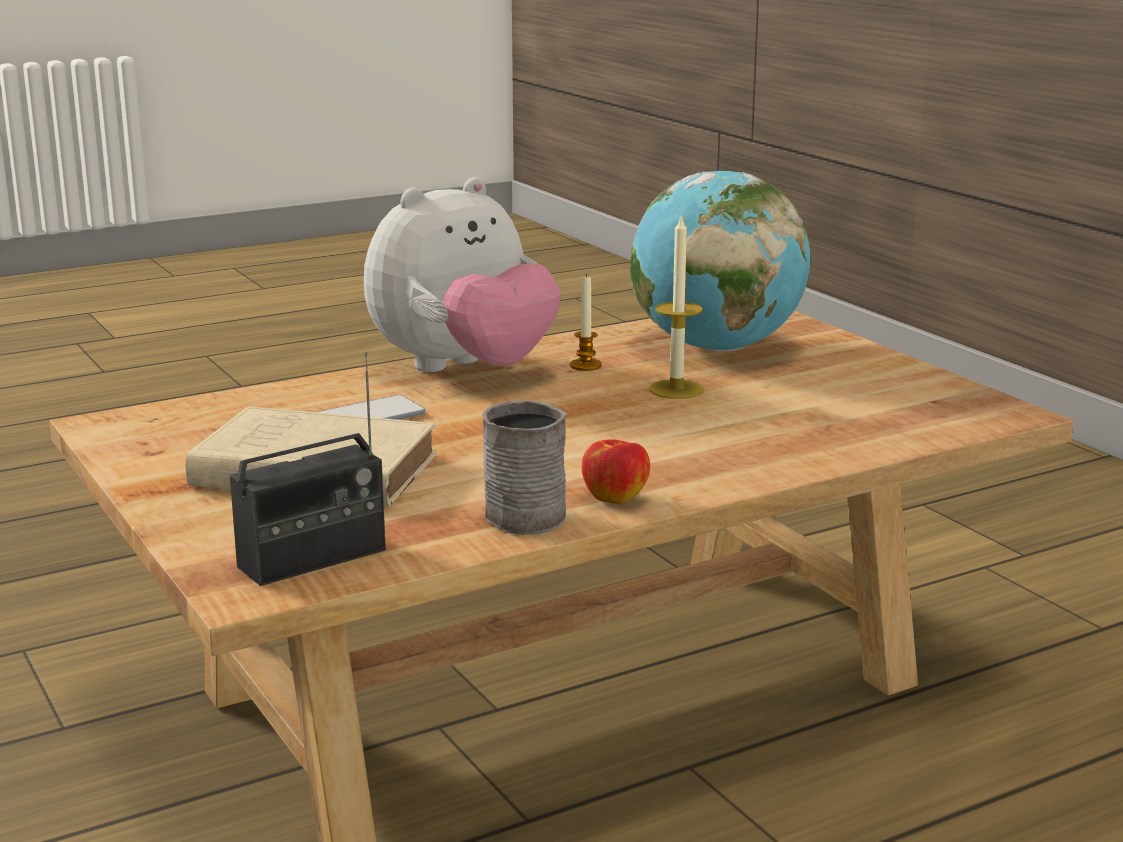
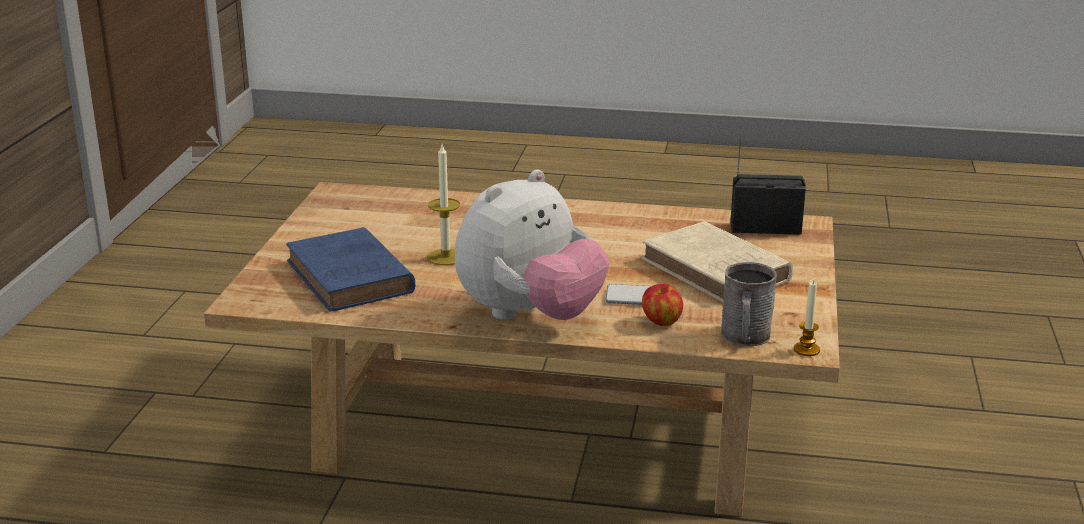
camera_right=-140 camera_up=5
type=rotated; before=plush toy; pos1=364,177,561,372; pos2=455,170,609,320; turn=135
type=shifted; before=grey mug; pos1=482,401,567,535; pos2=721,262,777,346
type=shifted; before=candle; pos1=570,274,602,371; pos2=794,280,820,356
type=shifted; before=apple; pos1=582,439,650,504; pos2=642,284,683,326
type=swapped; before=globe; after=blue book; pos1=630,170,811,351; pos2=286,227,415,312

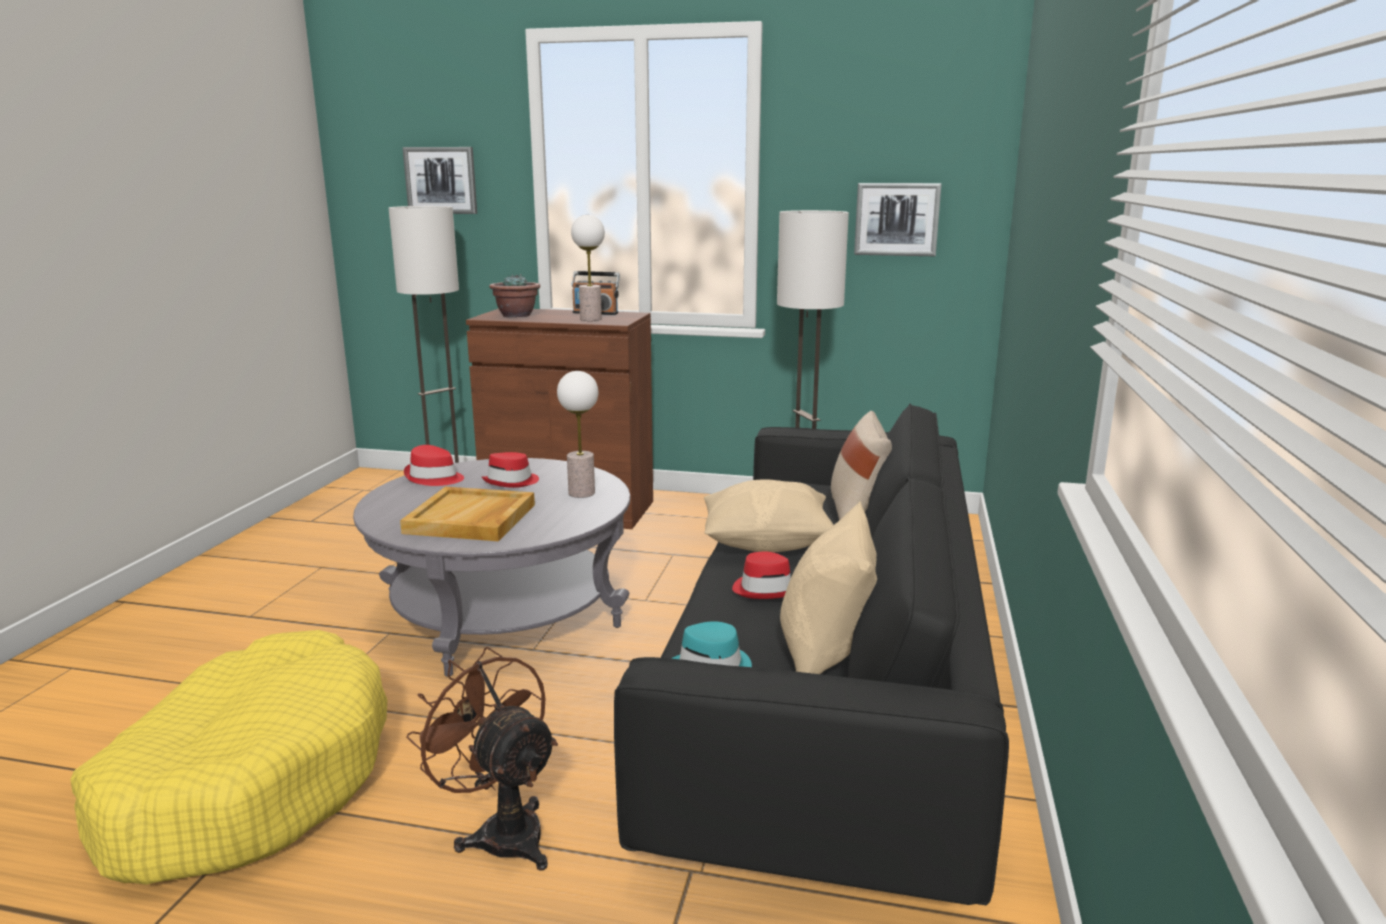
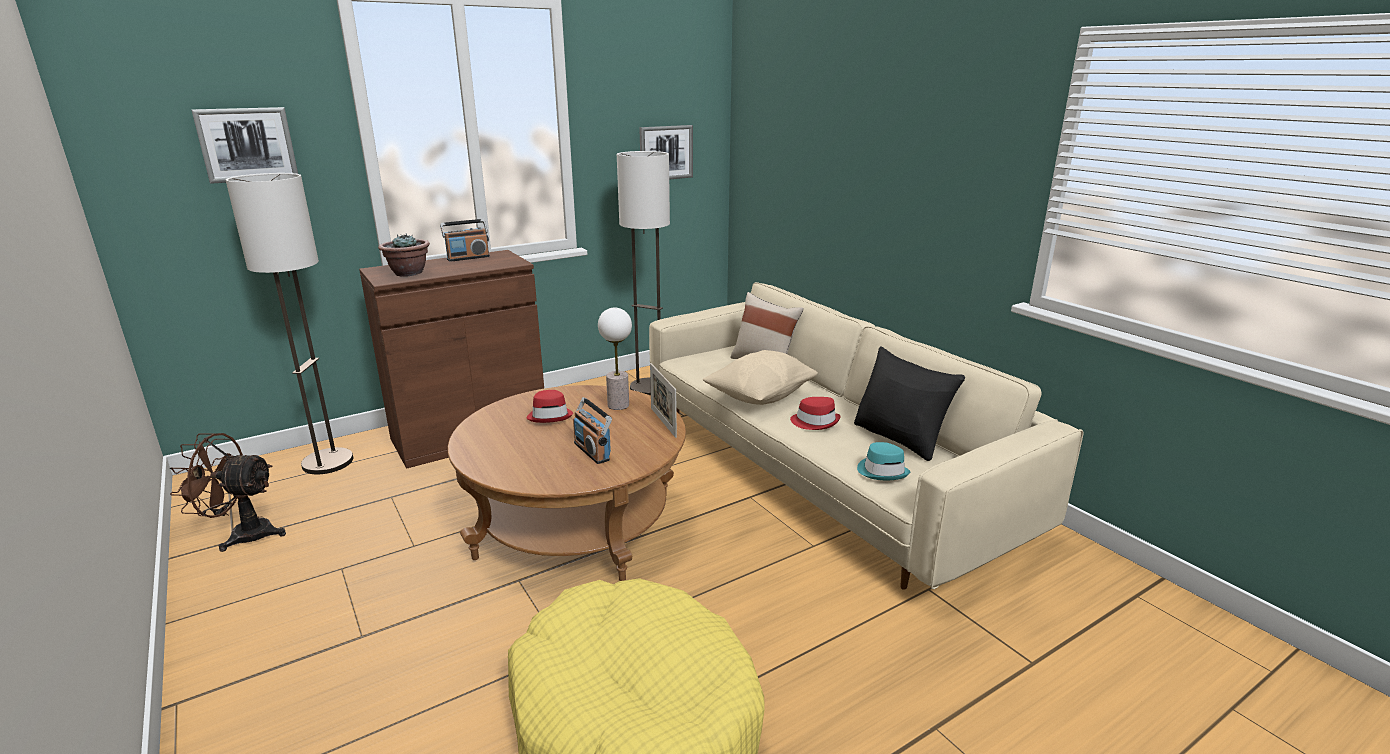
camera_right=-45 camera_up=5
type=repainted; before=grey coffee table; after=brown coffee table; pos1=353,458,631,677; pos2=448,385,686,581
type=swapped; before=beige tray; after=radio; pos1=400,487,535,541; pos2=573,398,612,464
type=gone; before=red hat; pos1=404,445,464,486
type=shifted; before=brown fan; pos1=406,647,558,871; pos2=170,433,286,552
type=gone; before=table lamp; pos1=571,215,605,321
type=repainted; before=black sofa; after=beige sofa; pos1=614,403,1009,905; pos2=649,282,1084,590
type=repainted; before=beige pillow; after=black pillow; pos1=780,502,877,674; pos2=854,346,965,461
type=new; after=picture frame; pos2=650,363,677,438

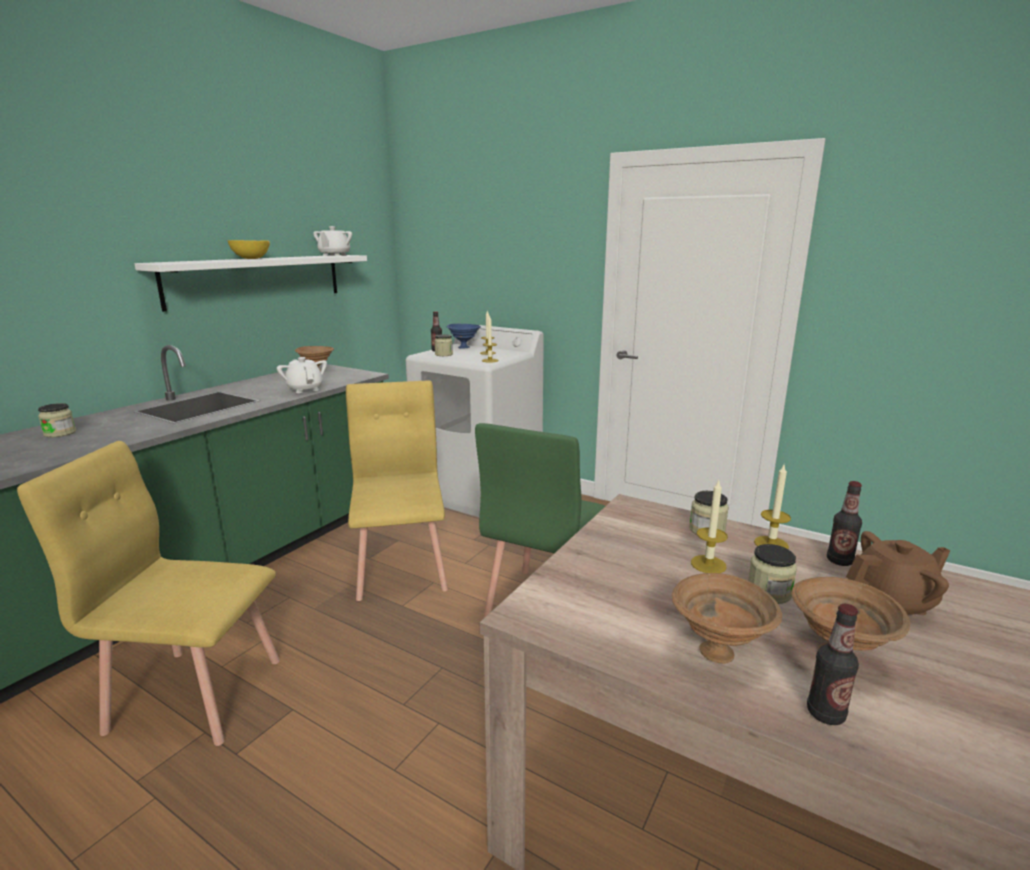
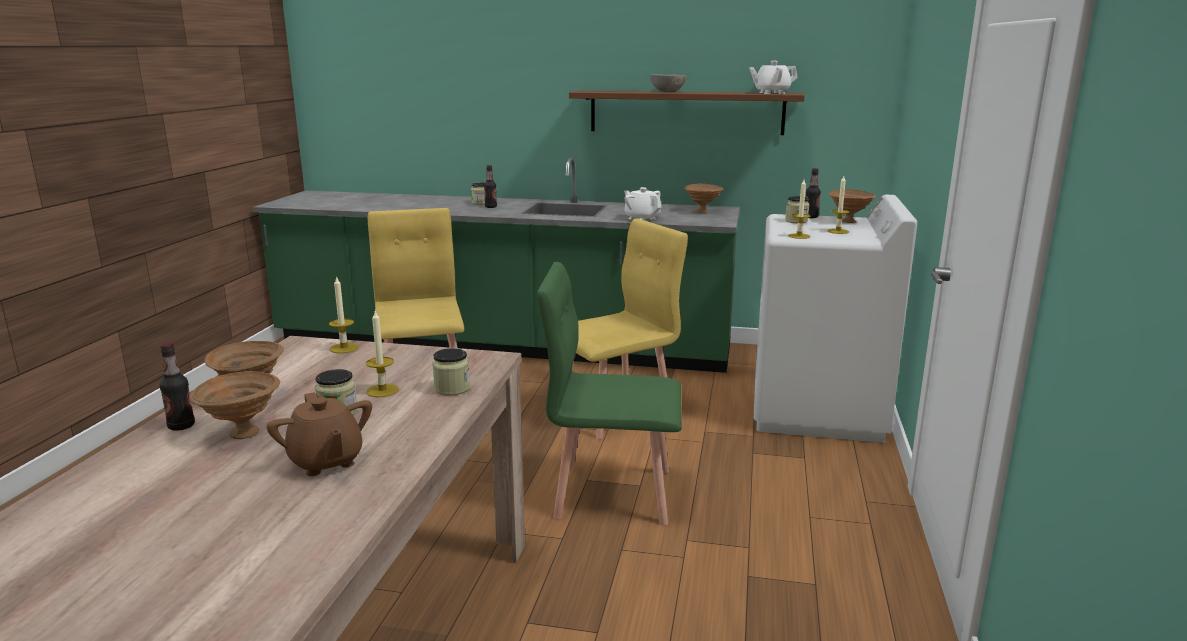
camera_right=70 camera_up=0
type=repainted; before=white shelf; after=brown shelf; pos1=134,255,367,312; pos2=569,90,805,135
type=repainted; before=yellow bowl; after=grey bowl; pos1=228,240,270,259; pos2=650,74,687,92
type=rotated; before=white teapot; pos1=277,357,327,393; pos2=624,187,661,221; turn=-75
type=repainted; before=blue bowl; after=brown bowl; pos1=446,324,481,349; pos2=828,189,877,223
type=shifted; before=candle; pos1=754,465,791,549; pos2=329,276,359,353
type=shifted; before=bottle; pos1=827,481,862,566; pos2=484,165,497,208

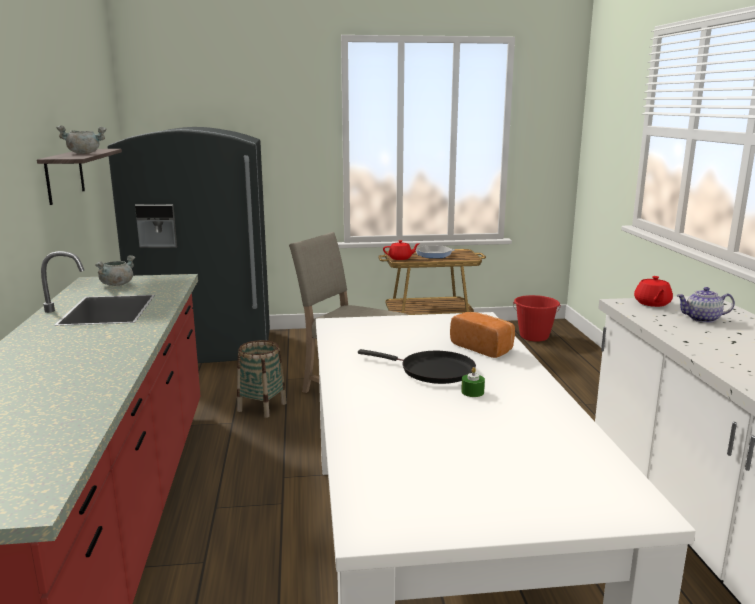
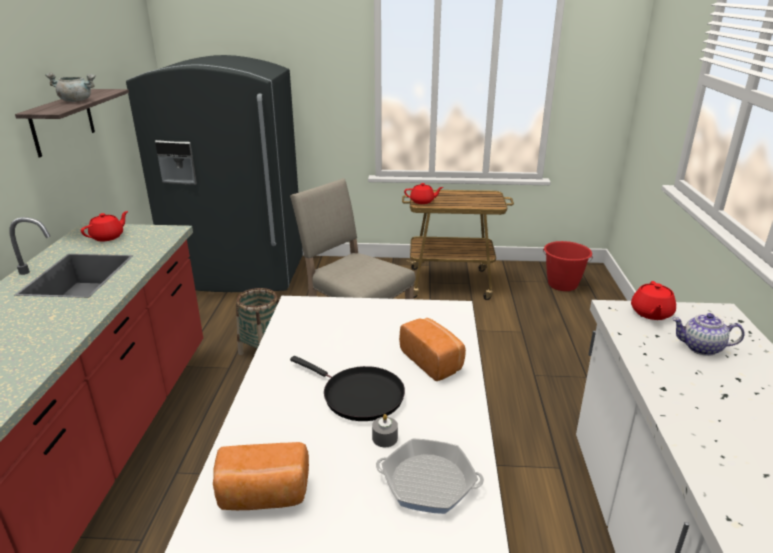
camera_right=10 camera_up=10
type=swapped; before=grey cooking pot; after=red teapot; pos1=95,255,135,286; pos2=81,211,128,241
type=shifted; before=frying pan; pos1=416,246,455,258; pos2=376,438,484,514
type=repainted; before=green candle; after=grey candle; pos1=461,367,485,397; pos2=372,414,398,447
type=new; after=bread; pos2=213,442,309,510

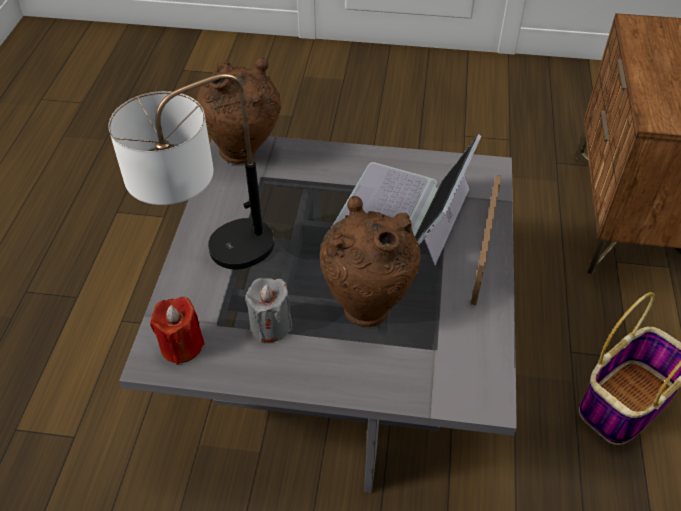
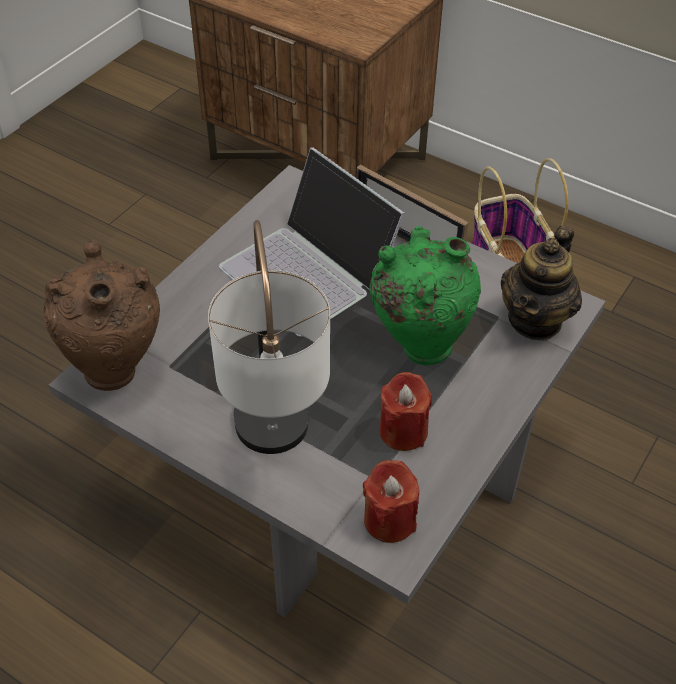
camera_right=-65 camera_up=0
type=repainted; before=grey candle; after=red candle; pos1=245,278,293,343; pos2=380,372,432,451
type=repainted; before=brown vase; after=green vase; pos1=320,196,421,327; pos2=369,226,481,365
type=new; after=teapot; pos2=500,225,582,341

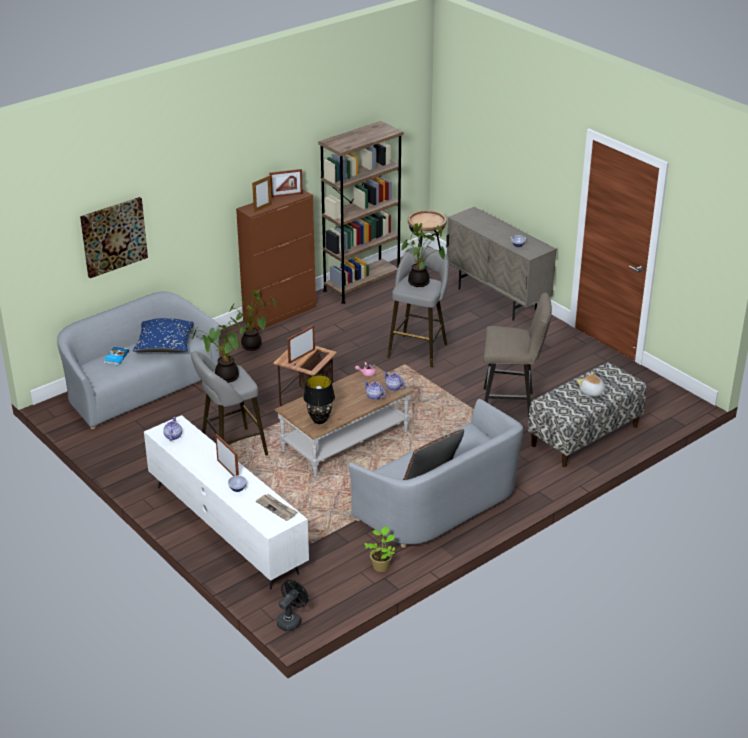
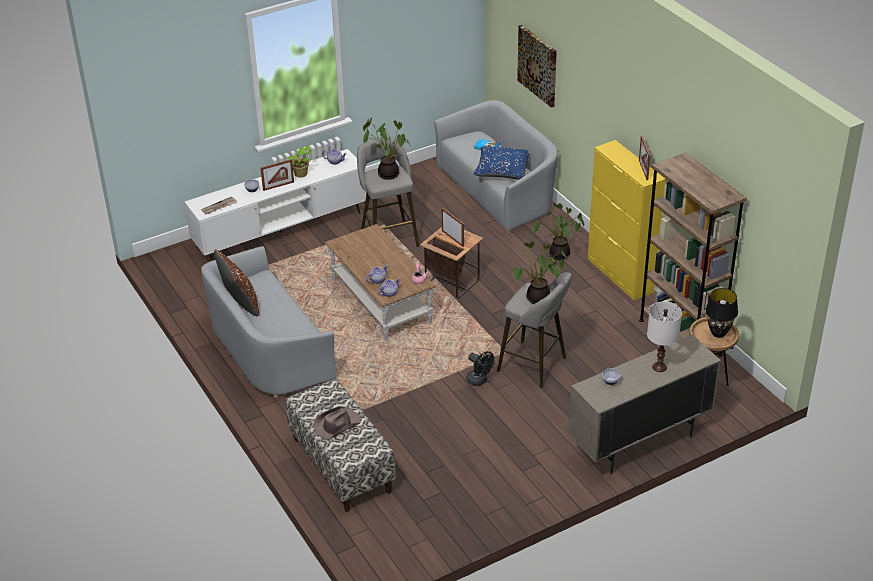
camera_right=100 camera_up=5
type=repainted; before=brown cabinet; after=yellow cabinet; pos1=236,190,316,331; pos2=588,140,665,300
type=gone; before=picture frame; pos1=252,175,272,212
type=shifted; before=black fan; pos1=277,580,308,631; pos2=466,351,495,386
type=shifted; before=black table lamp; pos1=303,375,335,424; pos2=705,288,738,338
type=shifted; before=potted plant; pos1=364,526,395,572; pos2=287,145,312,177
type=gone; before=beige stool; pos1=483,293,552,418
type=swapped; before=plush toy; after=brown hat; pos1=577,372,606,397; pos2=313,407,361,439
type=new; after=white table lamp; pos2=647,302,682,372

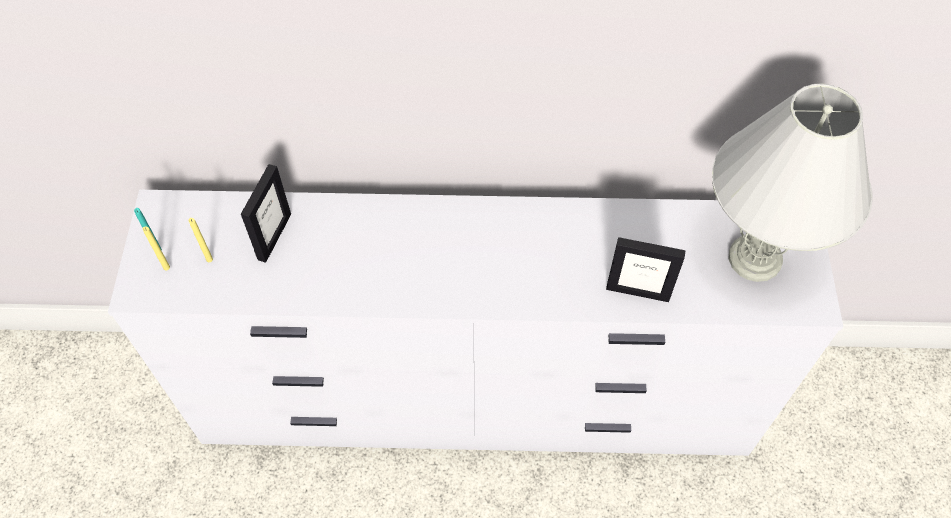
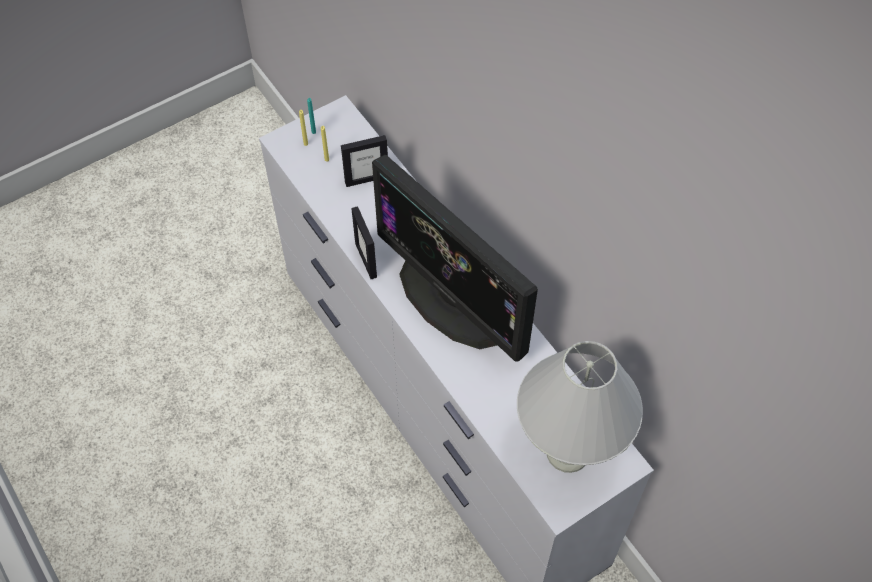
camera_right=55 camera_up=0
type=shifted; before=picture frame; pos1=606,237,686,302; pos2=351,206,377,279
type=new; after=monitor; pos2=372,155,538,362

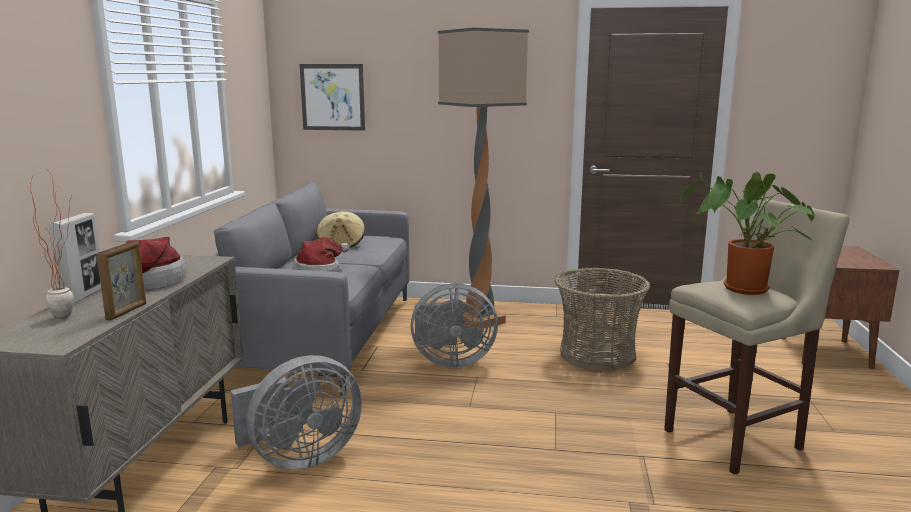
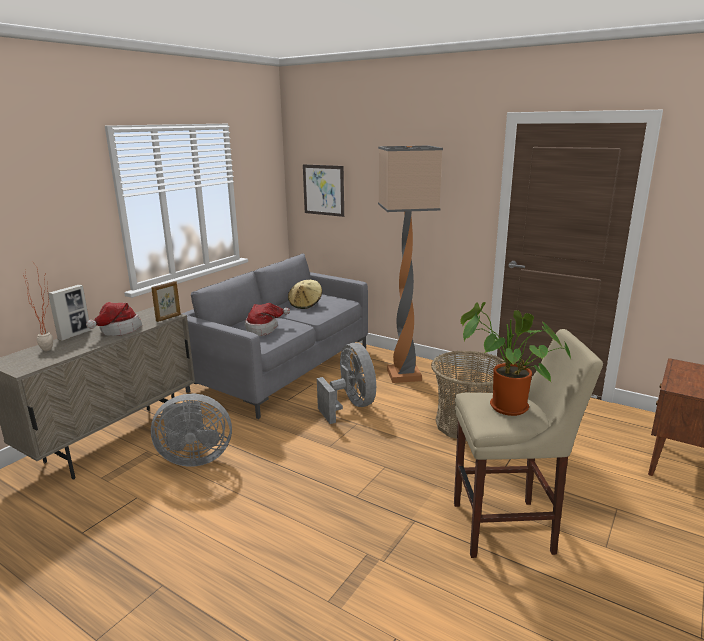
camera_right=25 camera_up=5
type=shifted; before=picture frame; pos1=97,241,146,320; pos2=151,281,181,322
type=rotated; before=grey fan; pos1=411,283,498,368; pos2=317,343,376,424; turn=-135

